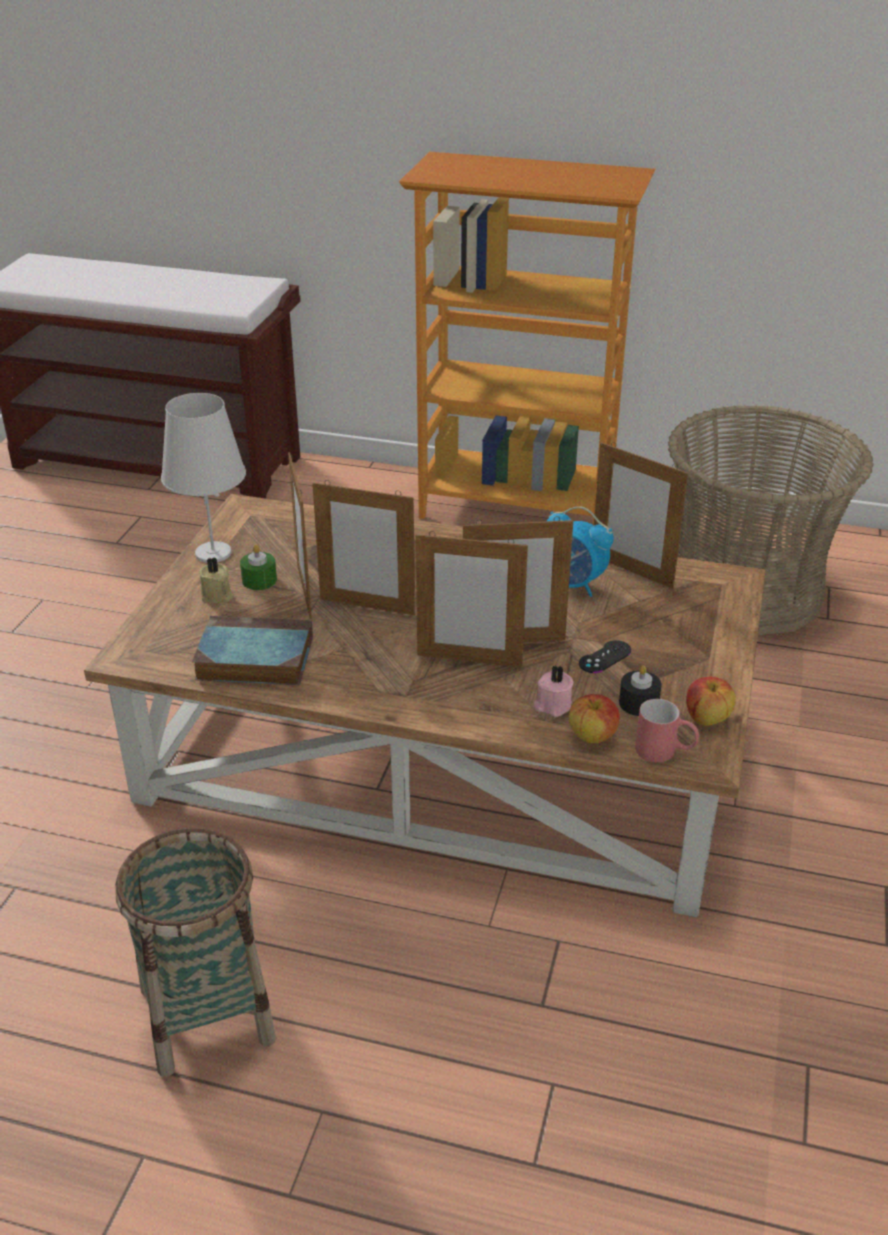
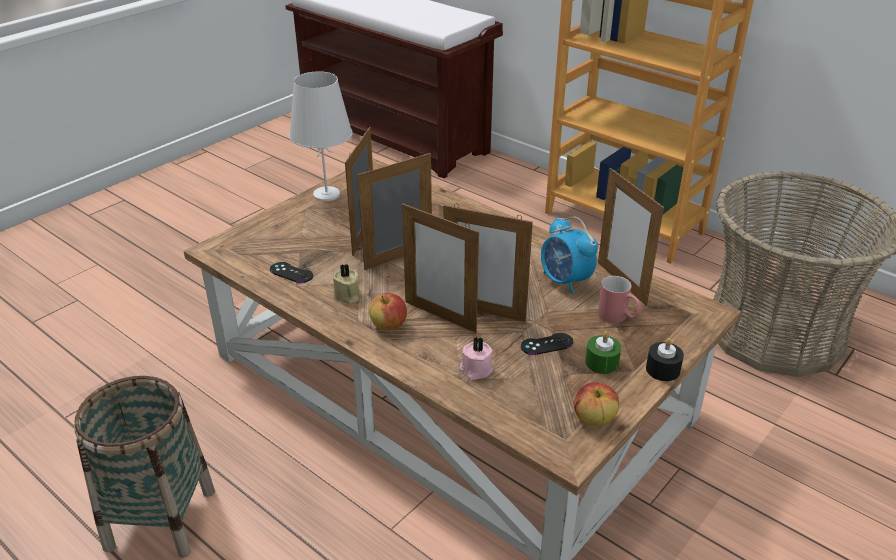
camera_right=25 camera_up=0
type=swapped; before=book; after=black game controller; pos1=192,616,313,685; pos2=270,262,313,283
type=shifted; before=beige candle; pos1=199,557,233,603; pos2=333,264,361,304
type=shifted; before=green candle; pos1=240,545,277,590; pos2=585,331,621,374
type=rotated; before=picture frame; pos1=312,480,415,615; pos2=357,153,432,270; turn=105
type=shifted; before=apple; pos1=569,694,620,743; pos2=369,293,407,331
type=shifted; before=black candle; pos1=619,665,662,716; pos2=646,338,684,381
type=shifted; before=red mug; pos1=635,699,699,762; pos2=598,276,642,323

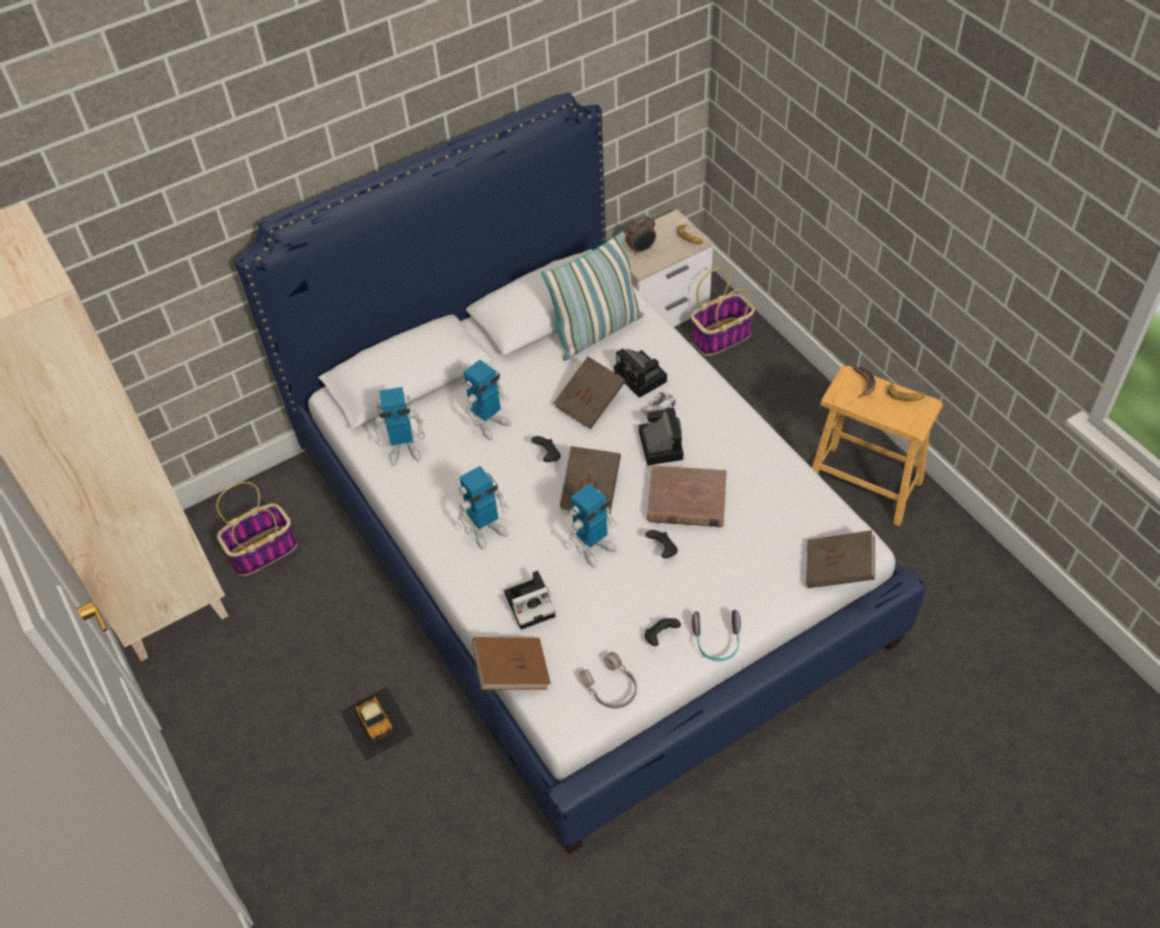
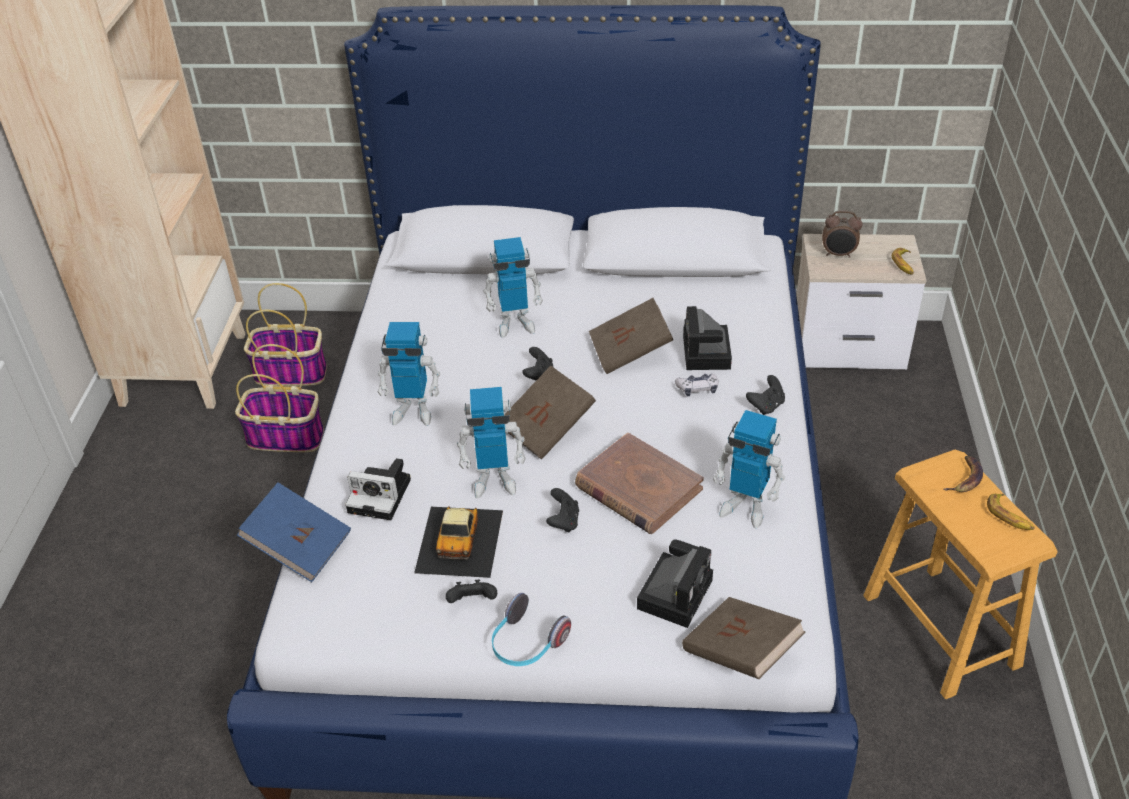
camera_right=35 camera_up=-10
type=shifted; before=toy car; pos1=340,687,414,761; pos2=414,506,503,578
type=shifted; before=toy robot; pos1=374,387,425,466; pos2=713,410,785,528
type=repainted; before=brown book; after=blue book; pos1=472,637,551,690; pos2=237,482,351,582
type=gone; before=pillow; pos1=541,232,644,361
type=gone; before=grey headphones; pos1=579,652,637,708
type=shifted; before=photo camera; pos1=639,407,683,466; pos2=637,539,713,628
type=shifted; before=basket; pos1=691,267,755,356; pos2=235,344,324,452
type=new; after=black game controller; pos2=746,375,785,415

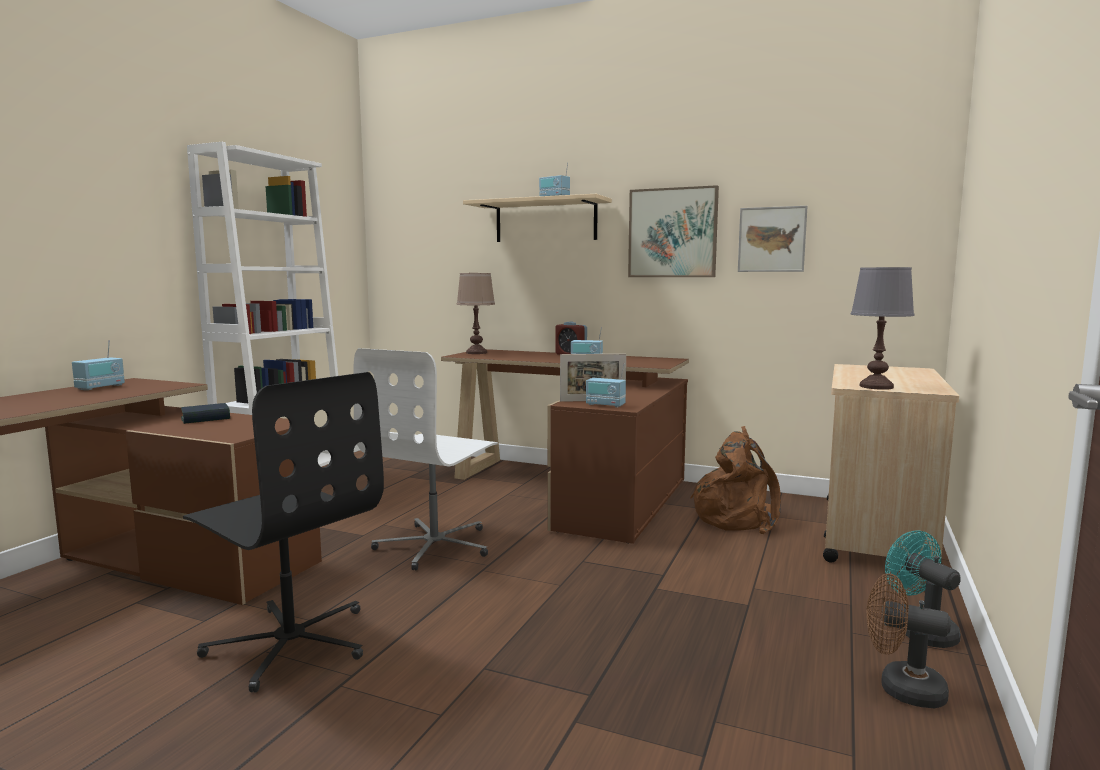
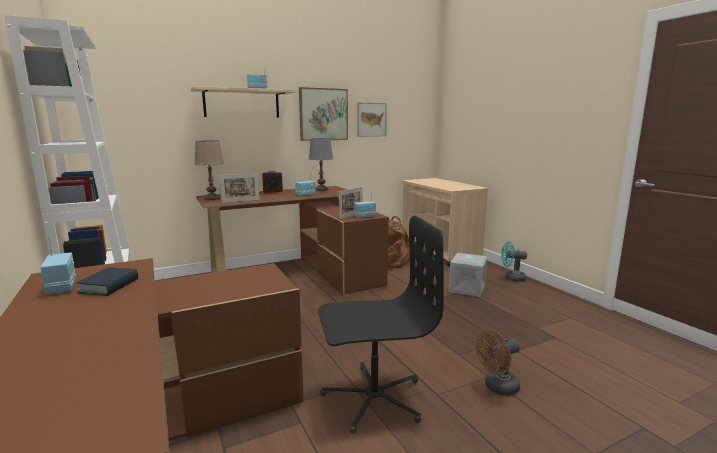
camera_right=-50 camera_up=5
type=shifted; before=book; pos1=181,403,230,424; pos2=77,267,138,296
type=gone; before=white office chair; pos1=354,348,498,571
type=shifted; before=grey table lamp; pos1=851,267,915,390; pos2=309,138,333,191
type=shifted; before=brown fan; pos1=866,573,951,708; pos2=476,329,520,396
type=new; after=picture frame; pos2=219,173,260,203
type=new; after=grey storage box; pos2=449,253,487,297

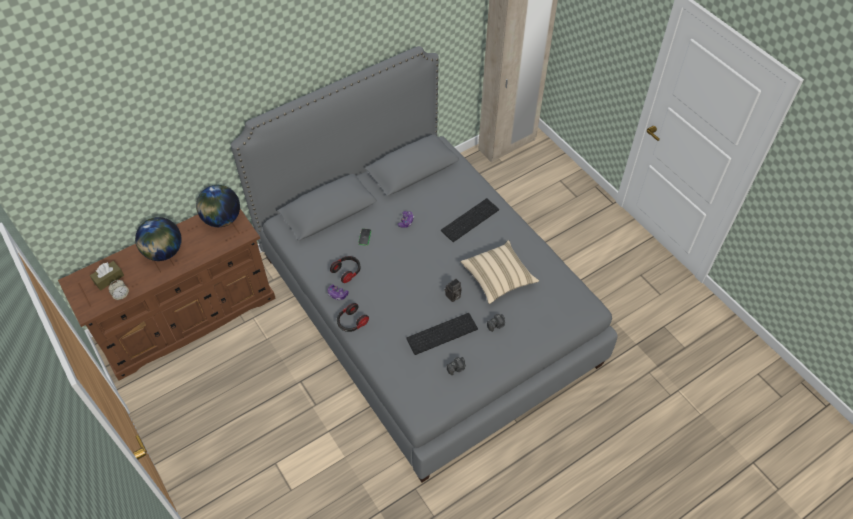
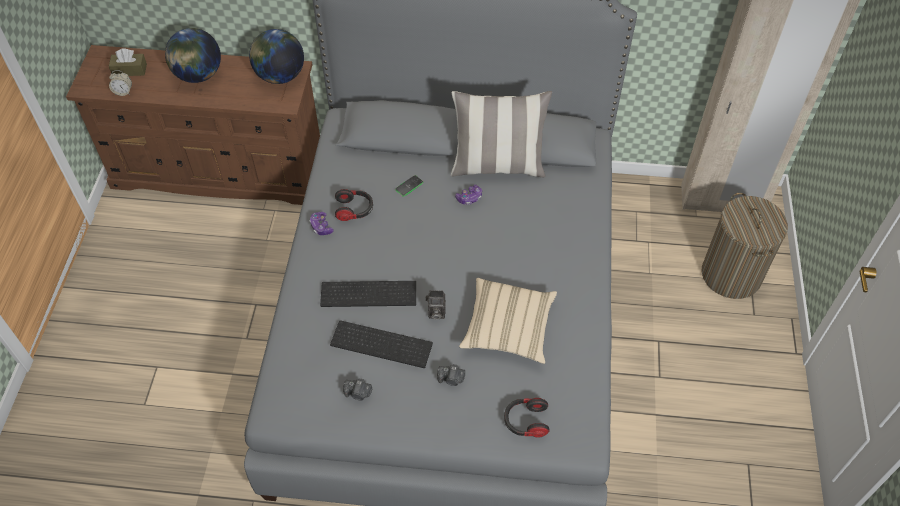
camera_right=40 camera_up=0
type=shifted; before=headphones; pos1=337,303,369,332; pos2=504,398,549,438
type=shifted; before=keyboard; pos1=441,198,499,242; pos2=320,281,416,307
type=new; after=pillow; pos2=451,91,552,177
type=new; after=laundry basket; pos2=702,193,788,299

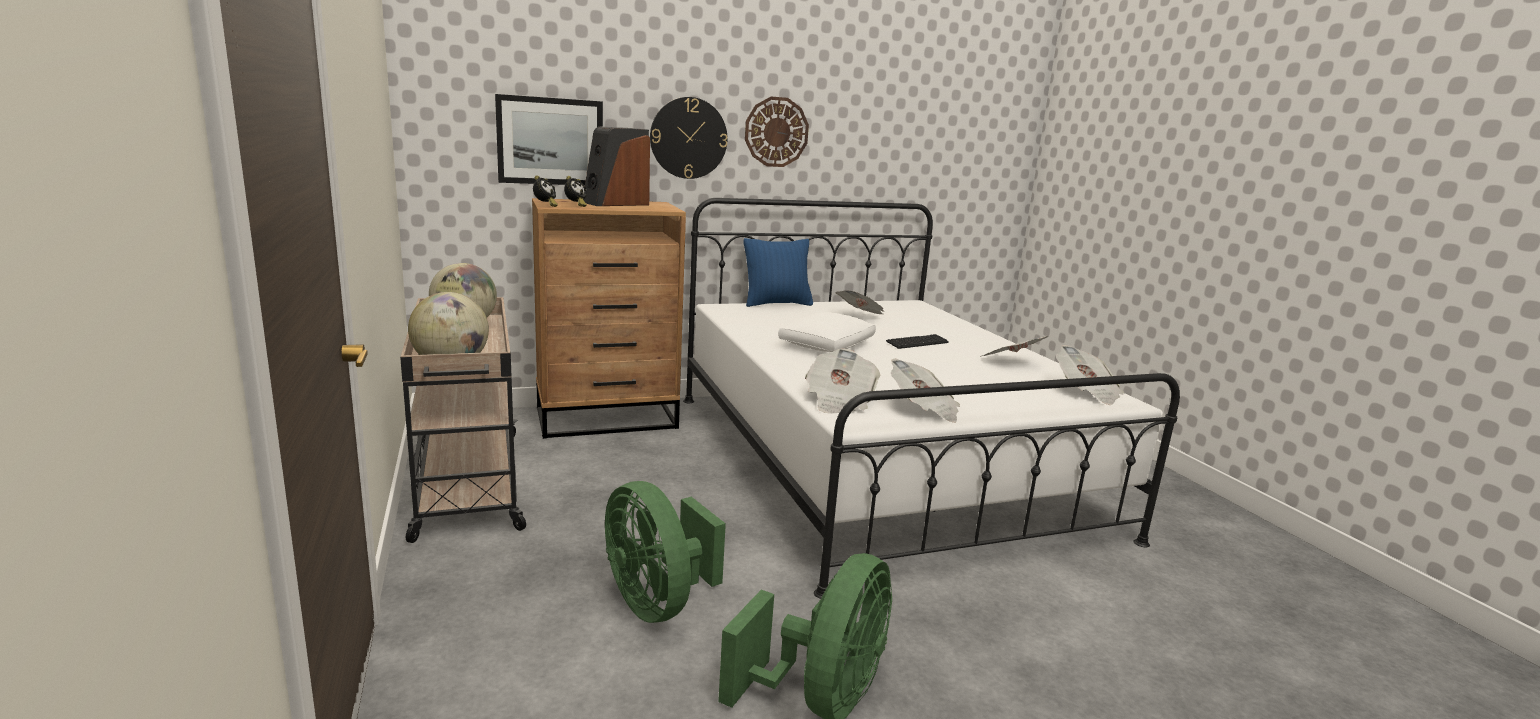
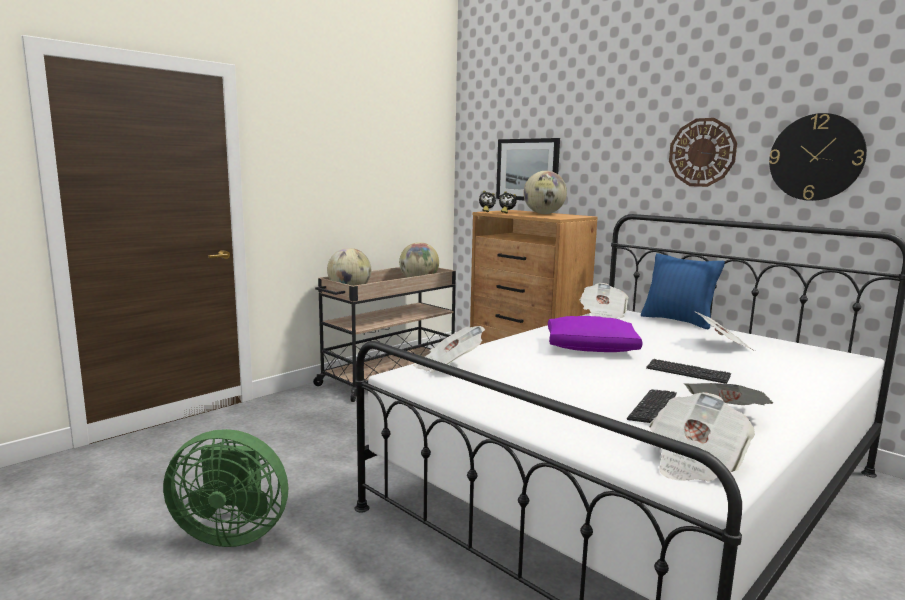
camera_right=65 camera_up=-5
type=swapped; before=speaker; after=globe; pos1=584,127,650,206; pos2=523,171,567,214
type=gone; before=green fan; pos1=605,481,726,623
type=shifted; before=wall clock; pos1=650,97,727,179; pos2=769,113,867,201
type=repainted; before=white pillow; after=purple pillow; pos1=778,312,876,352; pos2=548,316,643,352
type=shifted; before=newspaper; pos1=891,359,960,423; pos2=580,283,628,319
type=new; after=keyboard; pos2=627,389,677,423

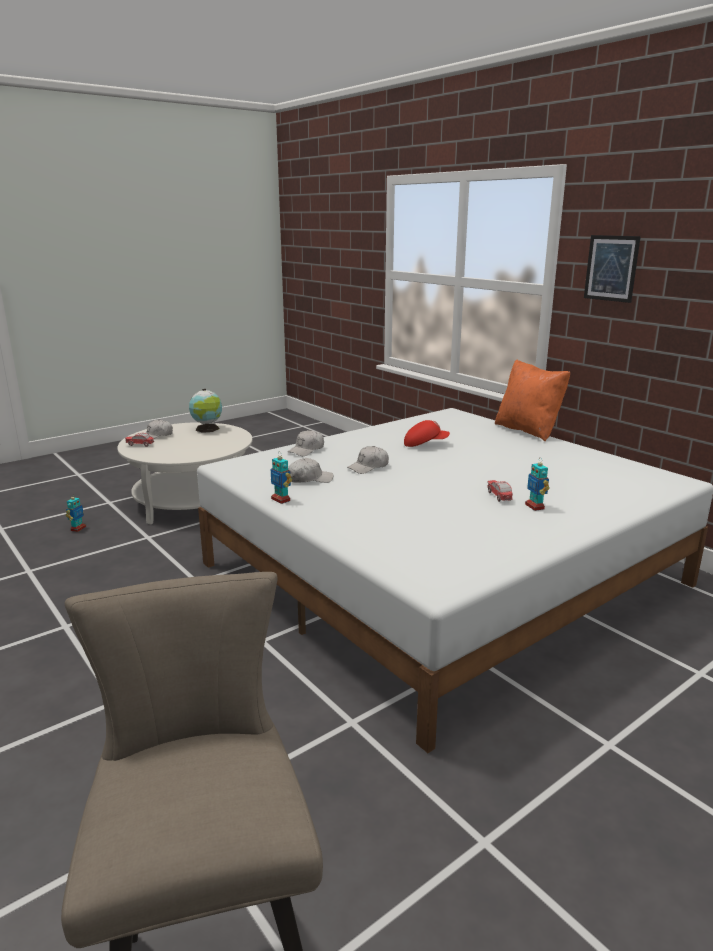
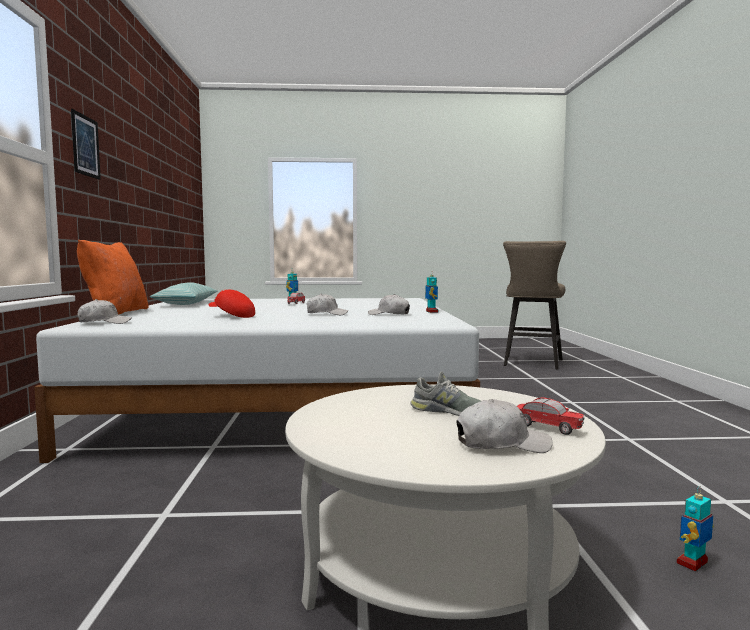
camera_right=-145 camera_up=-15
type=gone; before=globe; pos1=189,389,222,433
type=shifted; before=white cap; pos1=288,430,324,456; pos2=77,299,131,324
type=new; after=pillow; pos2=150,282,218,305
type=new; after=grey shoe; pos2=410,372,481,416

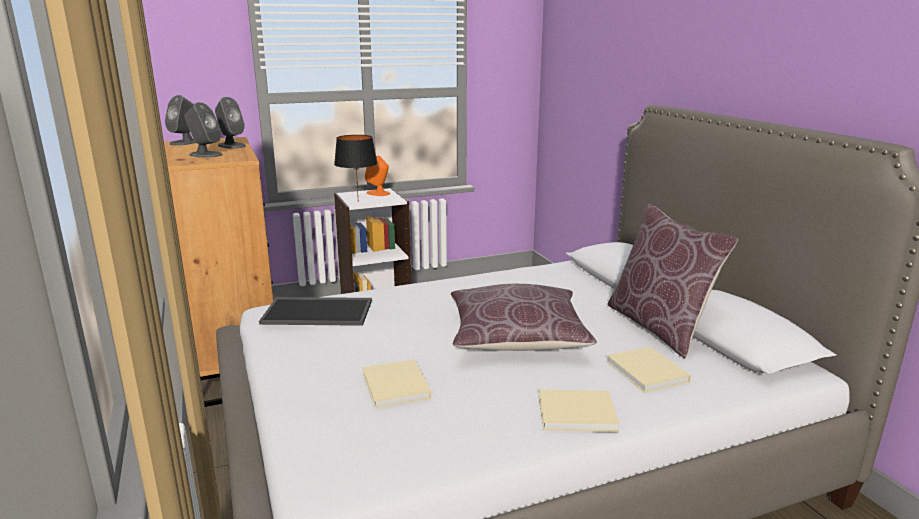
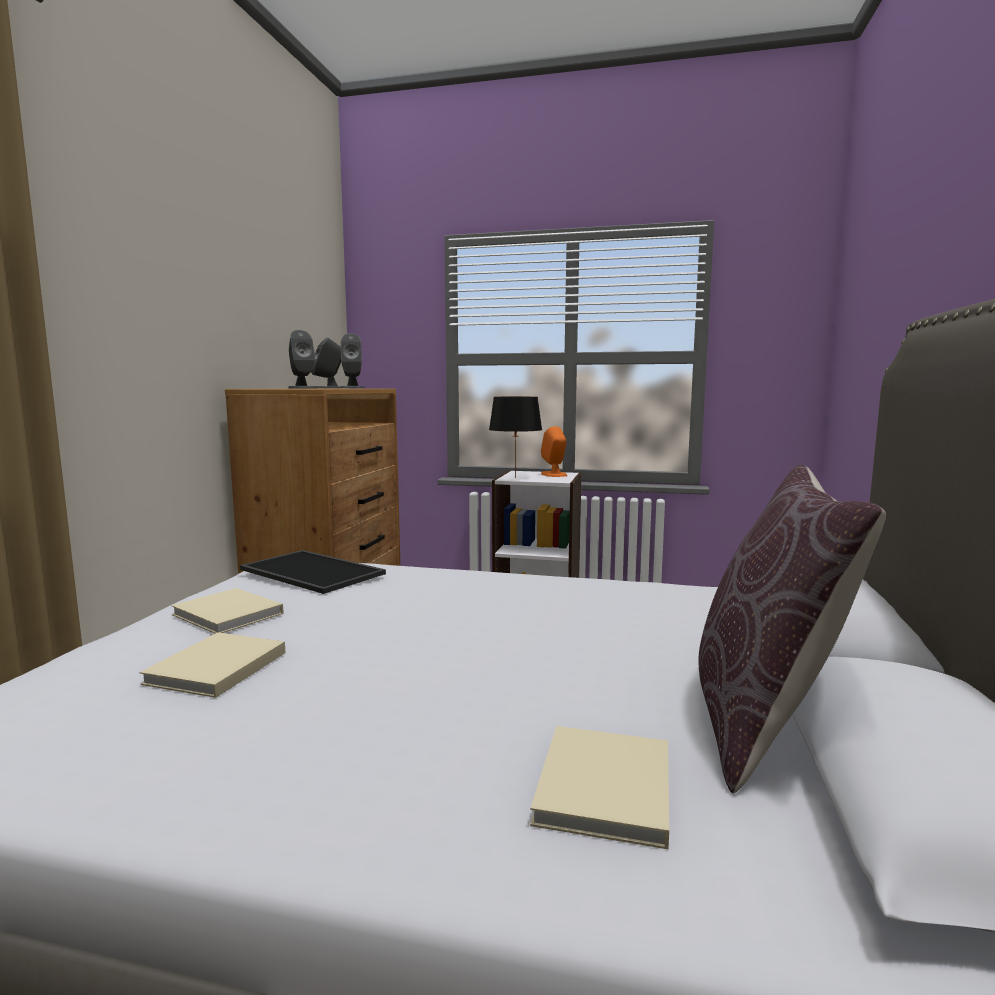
camera_right=35 camera_up=-10
type=gone; before=brown pillow; pos1=451,284,597,351
type=shifted; before=beige book; pos1=539,389,620,432; pos2=171,588,284,634

